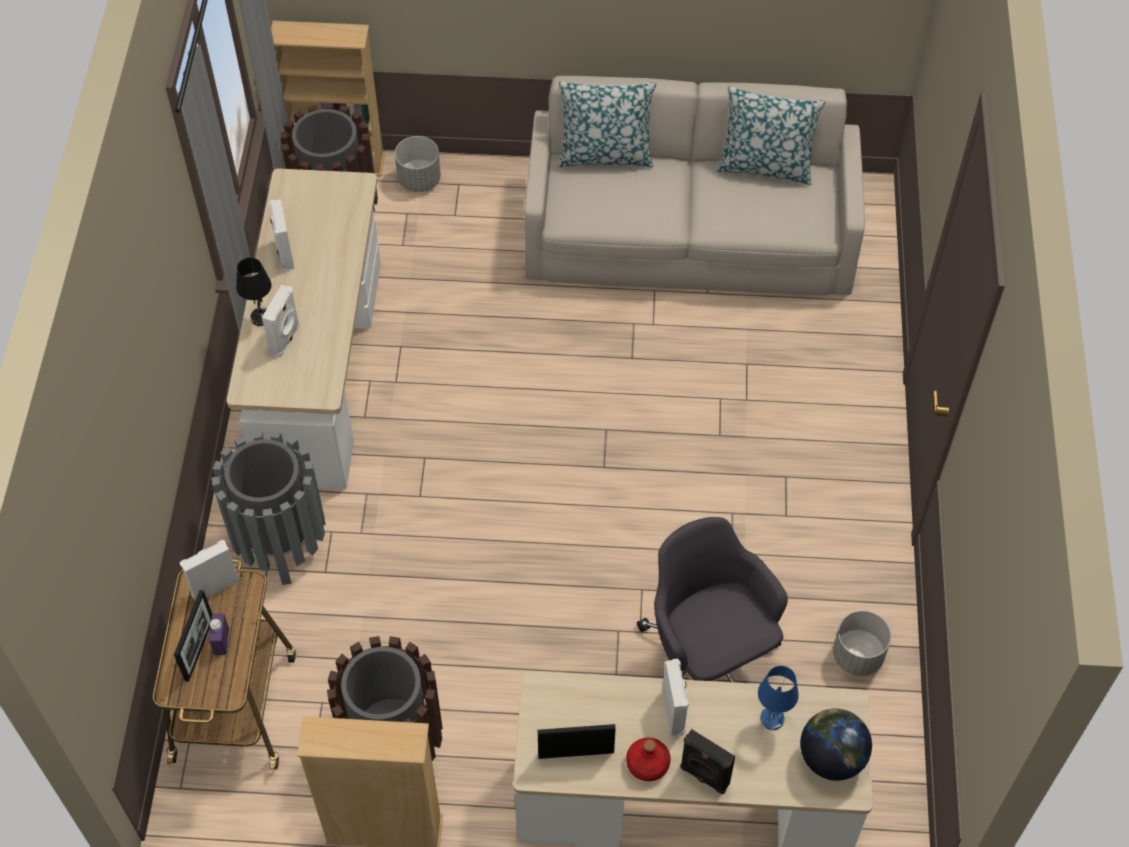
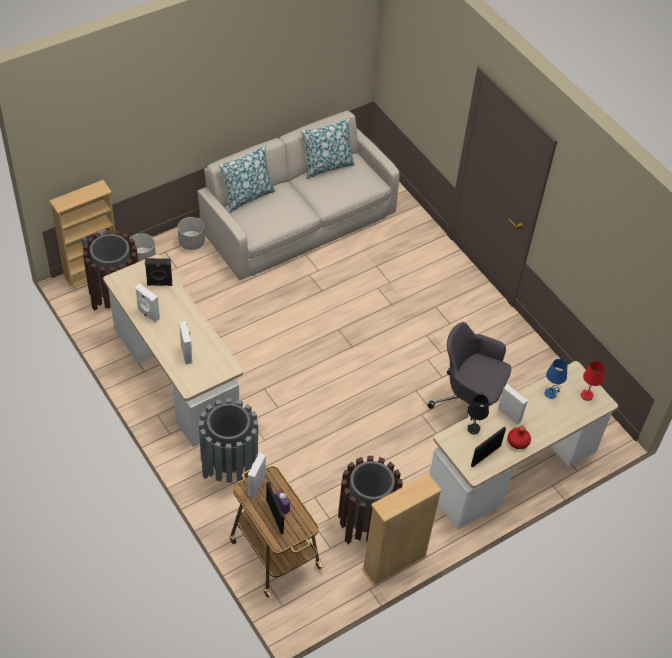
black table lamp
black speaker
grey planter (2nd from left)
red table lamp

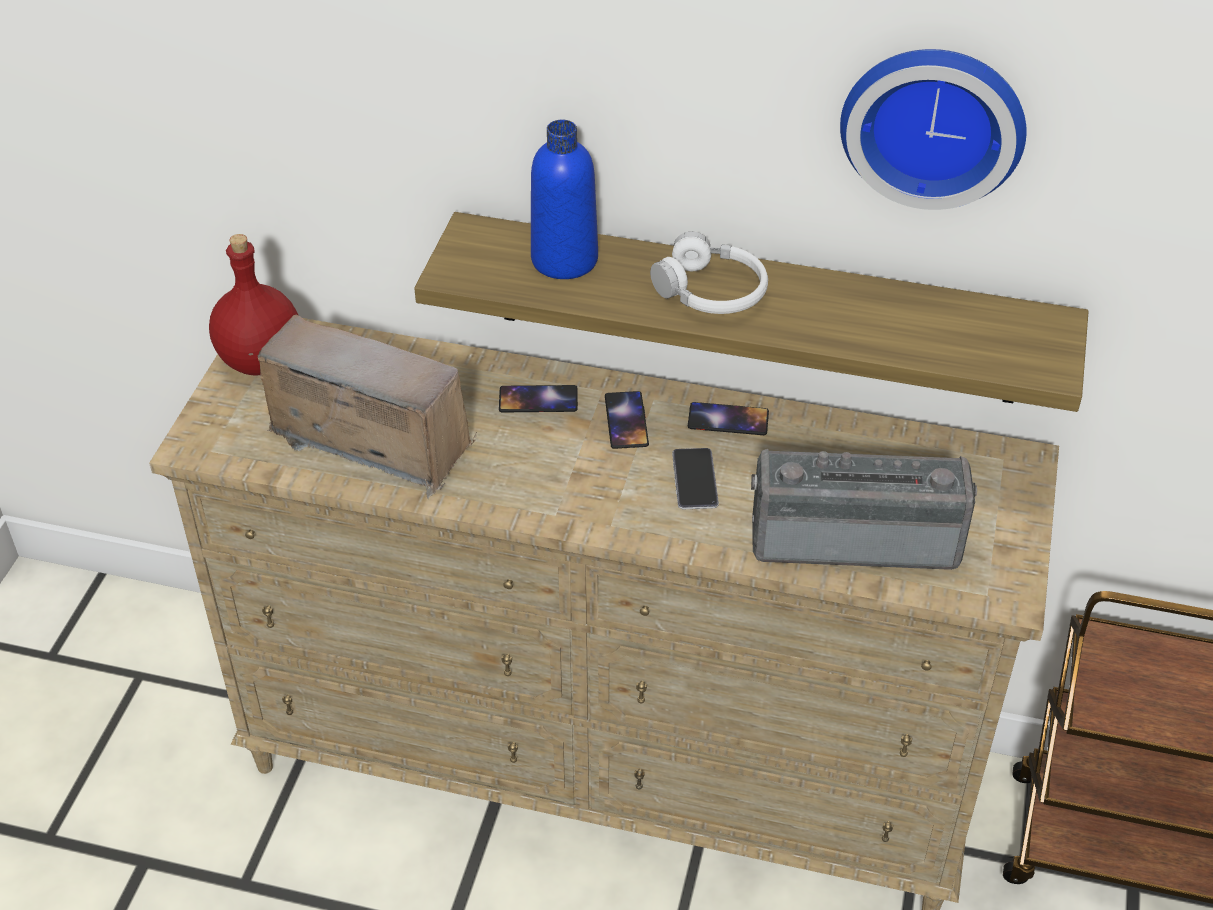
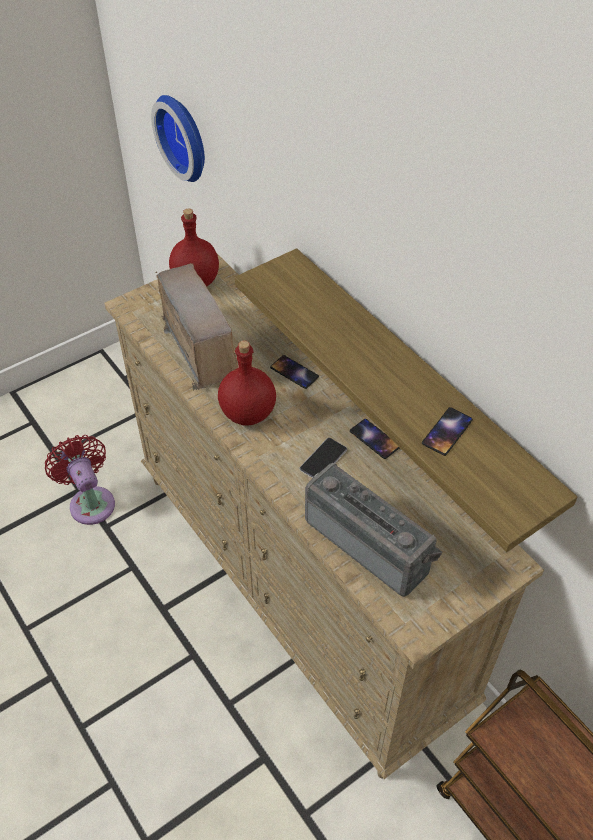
blue bottle
white headphones
red fan
red bottle (2nd from left)
phone (4th from left)
wall clock

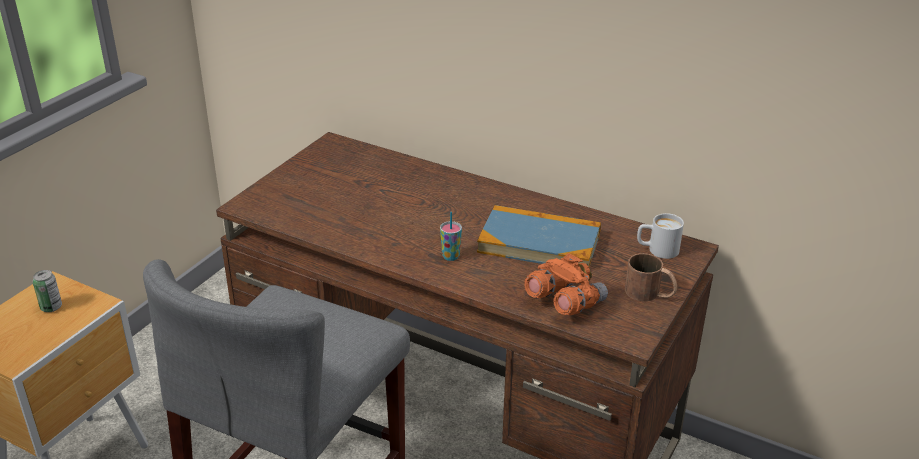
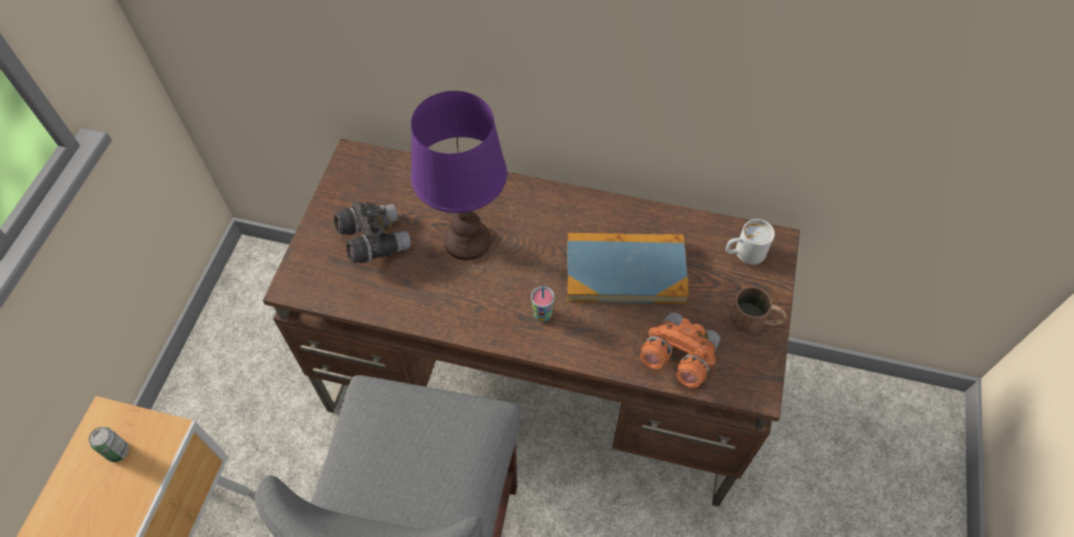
grey binoculars
purple table lamp

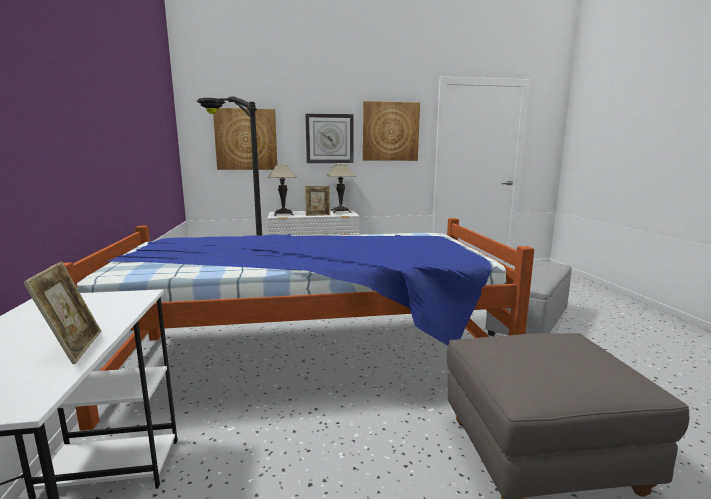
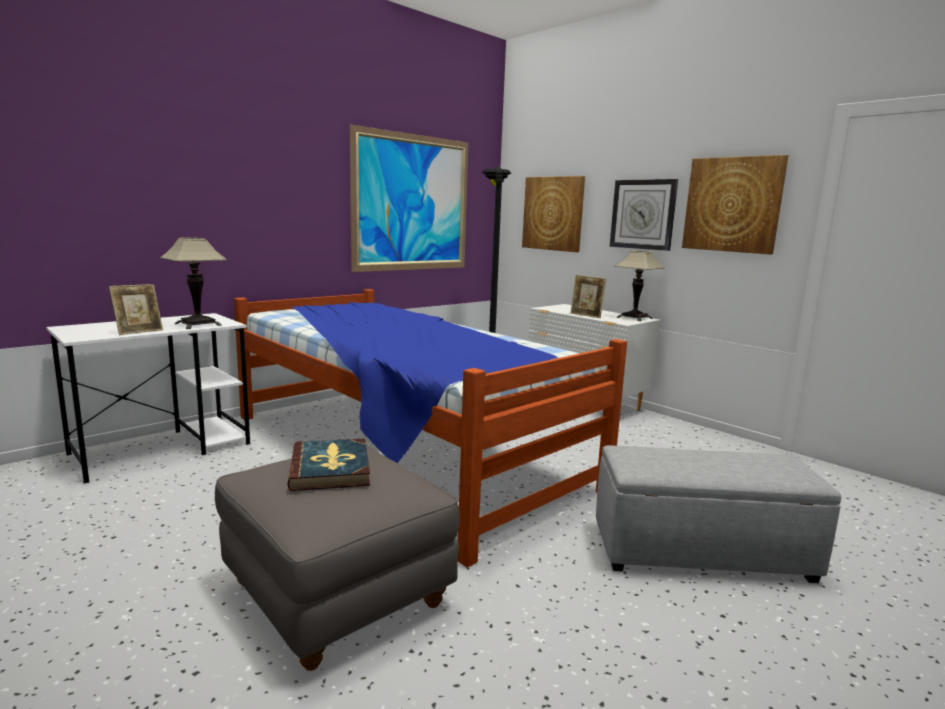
book
picture (1st from left)
table lamp (1st from left)

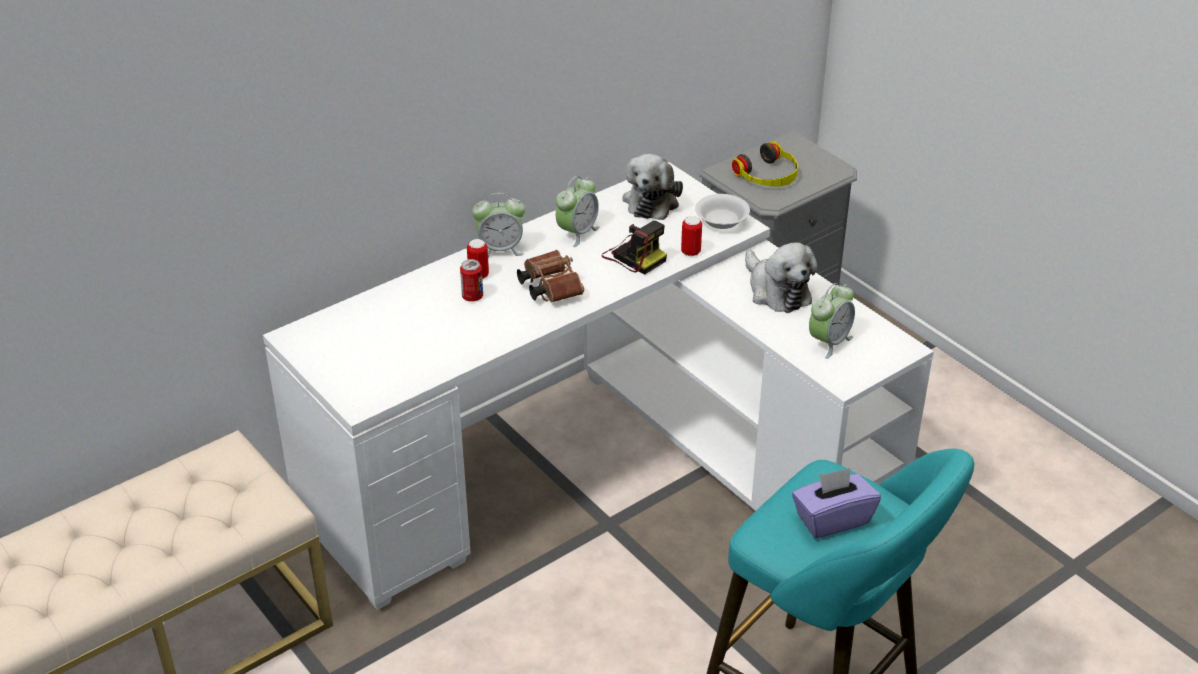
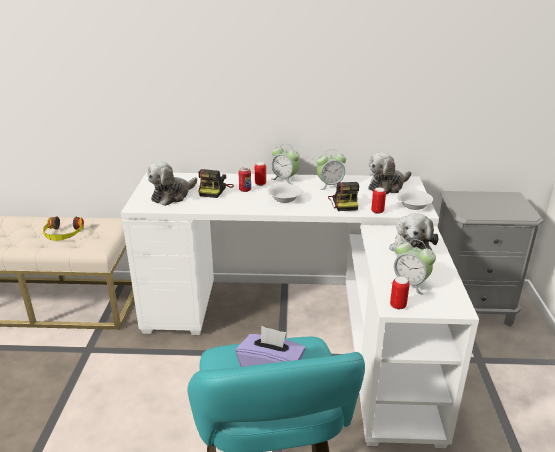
plush toy (1st from left)
photo camera (1st from left)
can (4th from left)
headphones
white bowl (1st from left)
alarm clock (3rd from left)

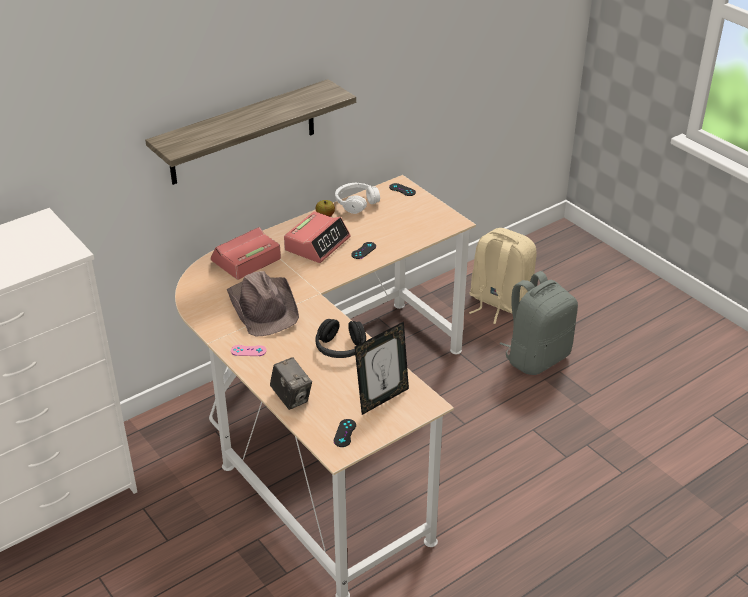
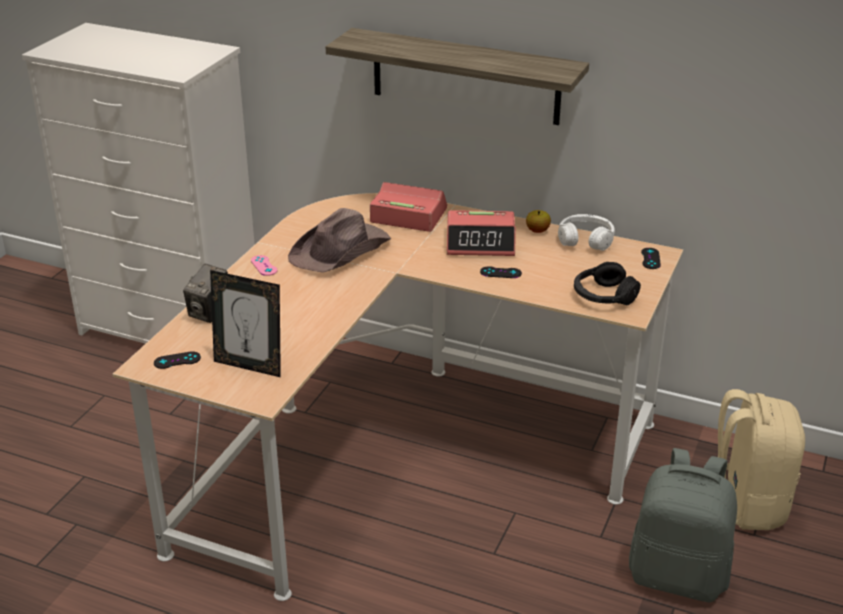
black headphones

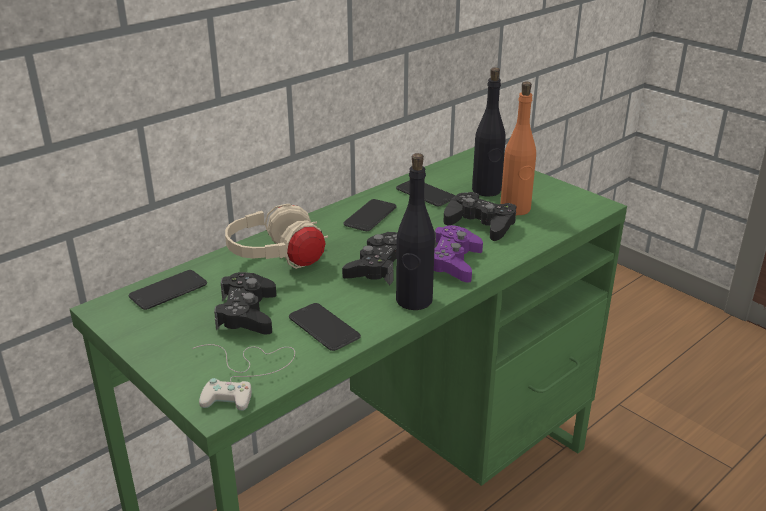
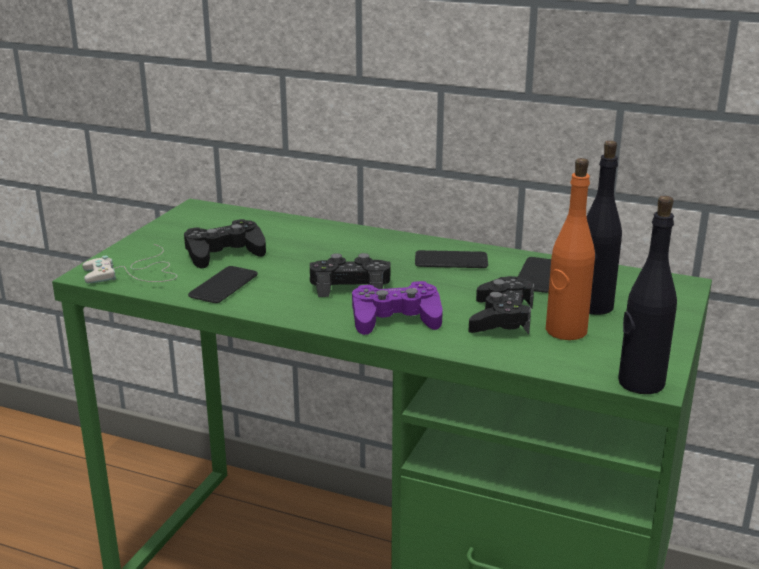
phone (1st from left in the first image)
beige headphones
black bottle (2nd from left)

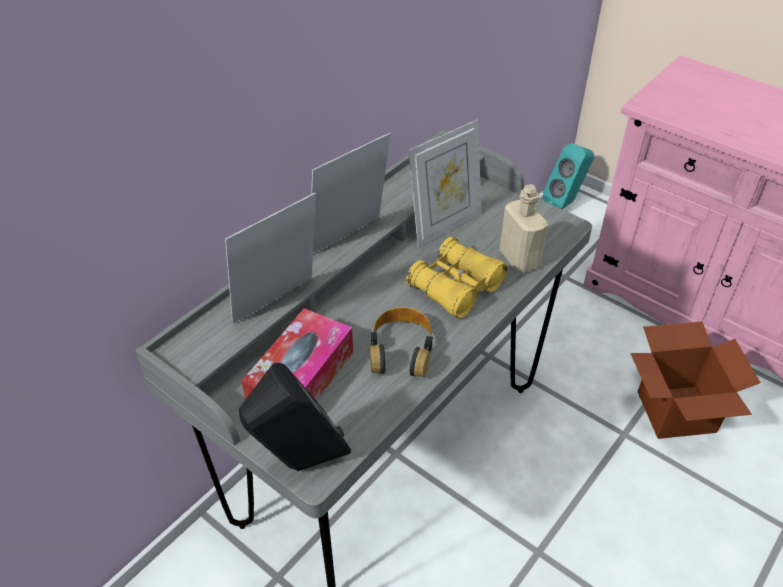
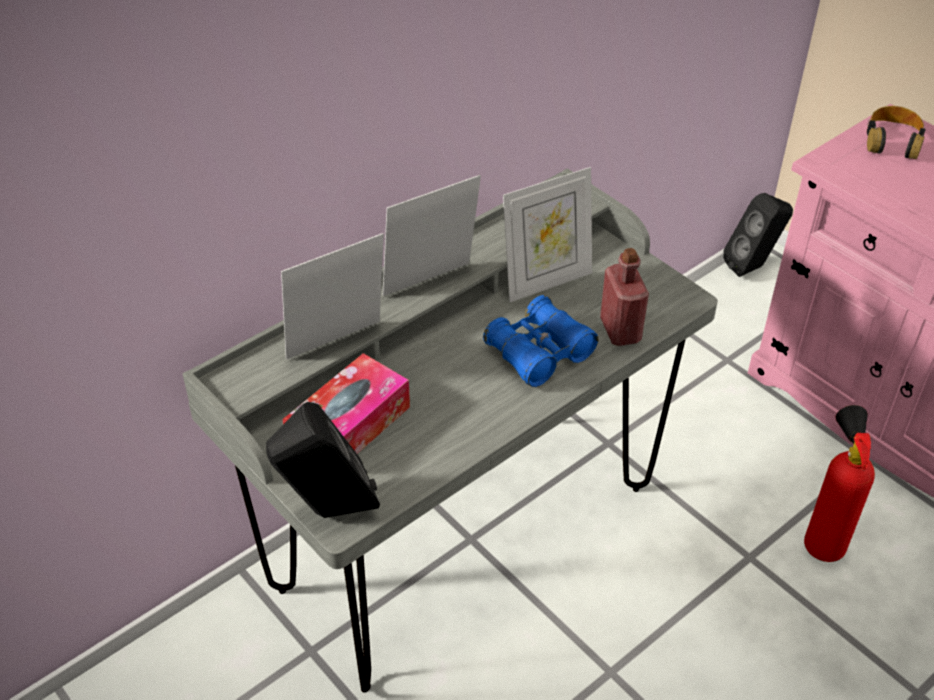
headphones
fire extinguisher
blue binoculars
red bottle
black speaker (2nd from left)

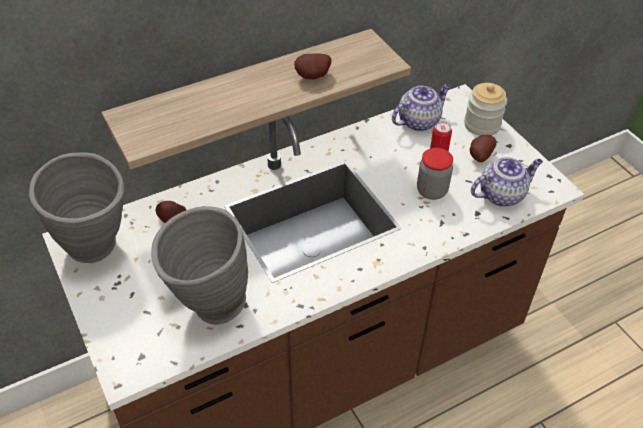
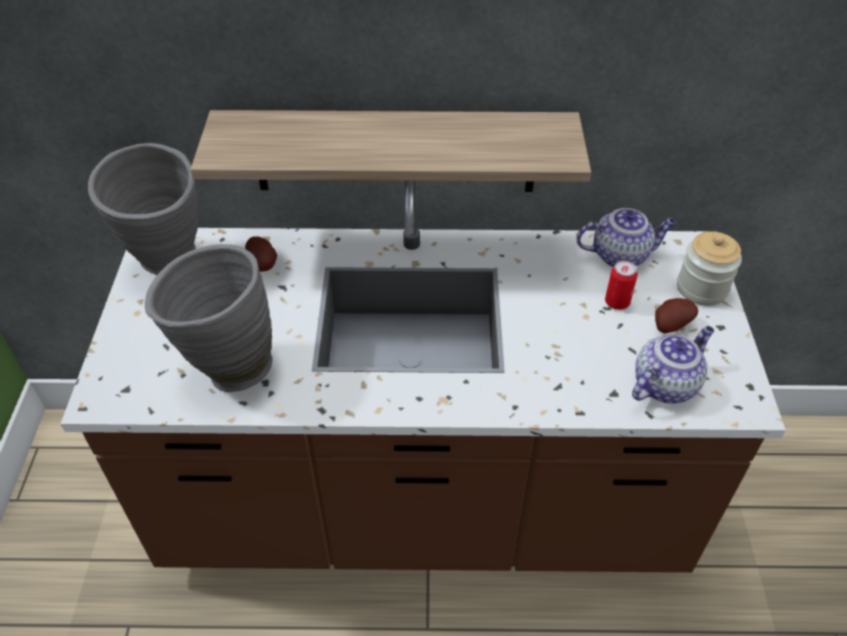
potato (2nd from left in the first image)
jar (1st from left in the first image)
teapot (2nd from left)

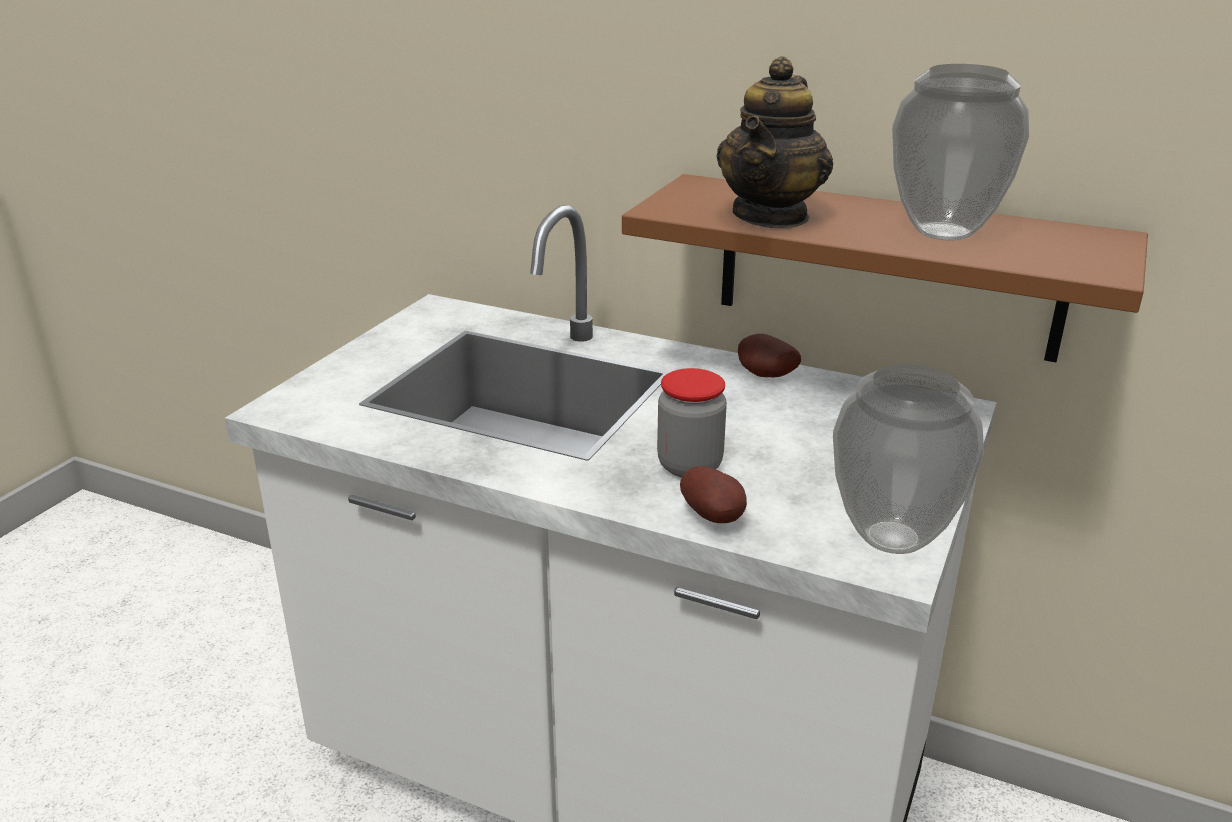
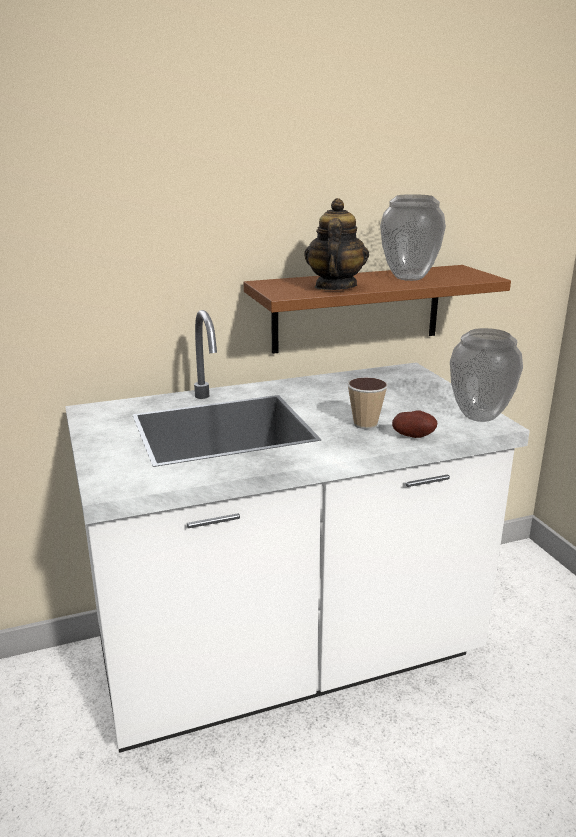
potato (2nd from left in the first image)
cup
teapot

